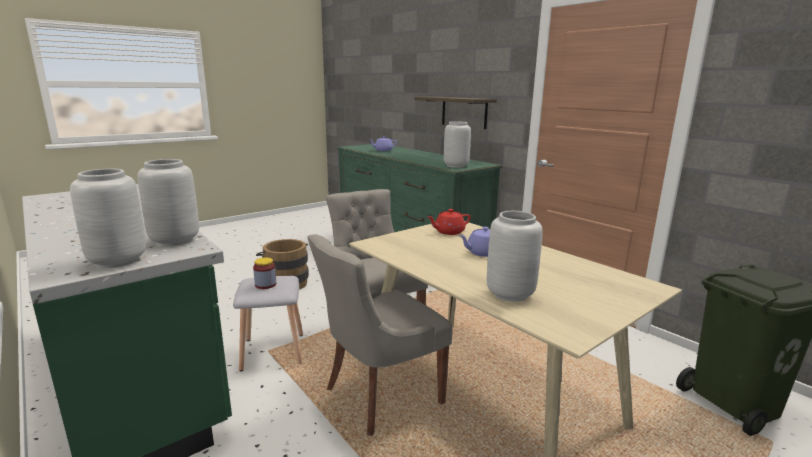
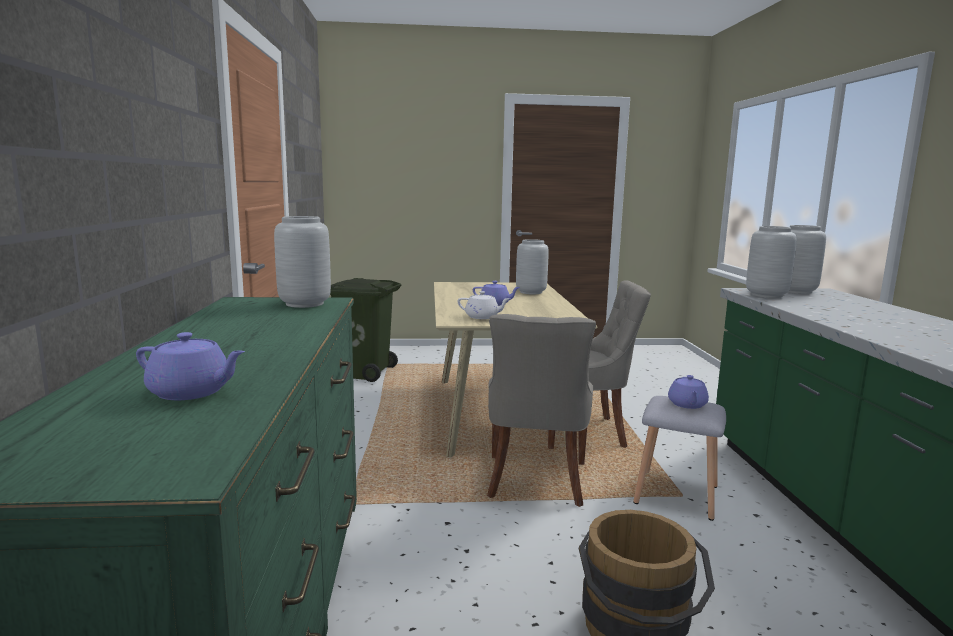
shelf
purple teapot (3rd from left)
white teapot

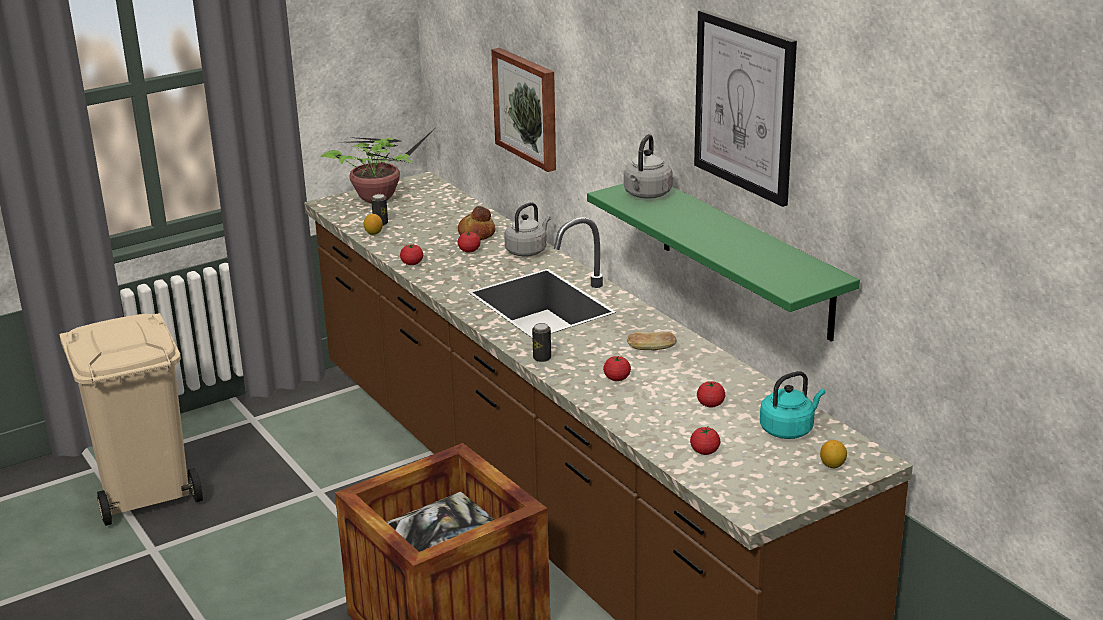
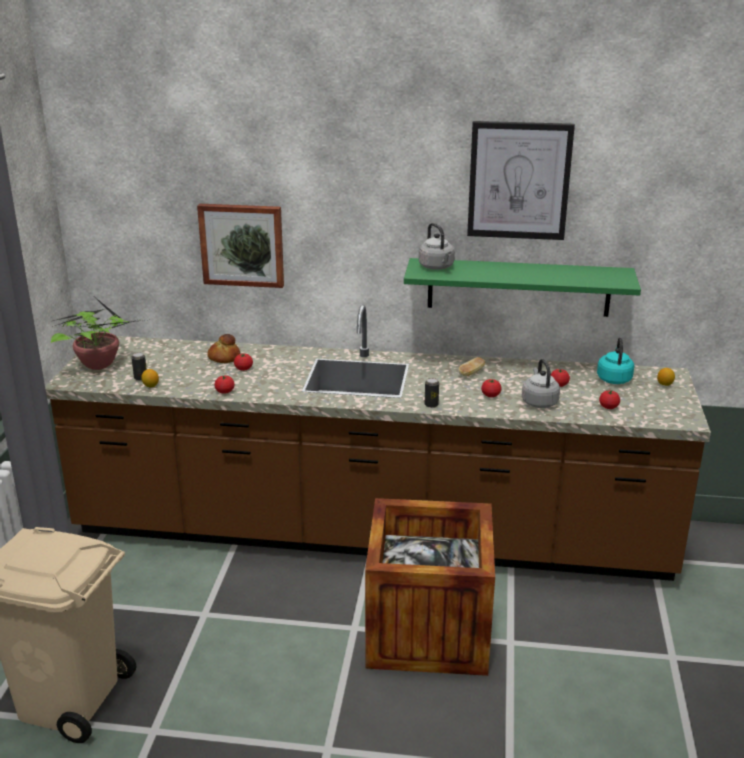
grey kettle (2nd from left)

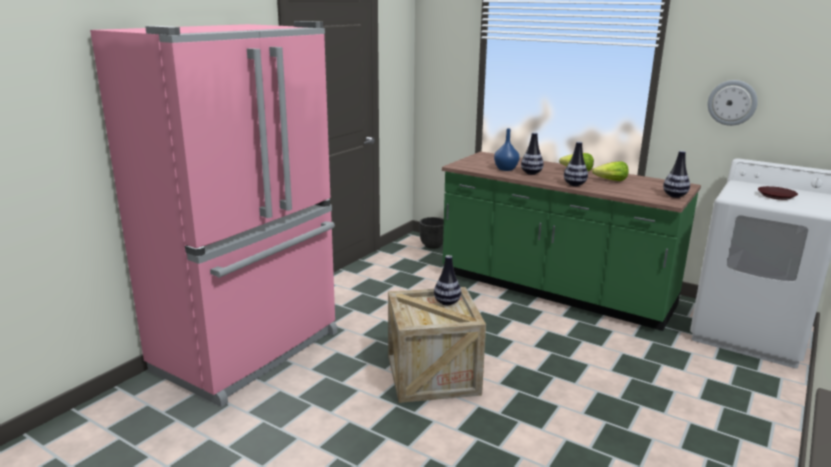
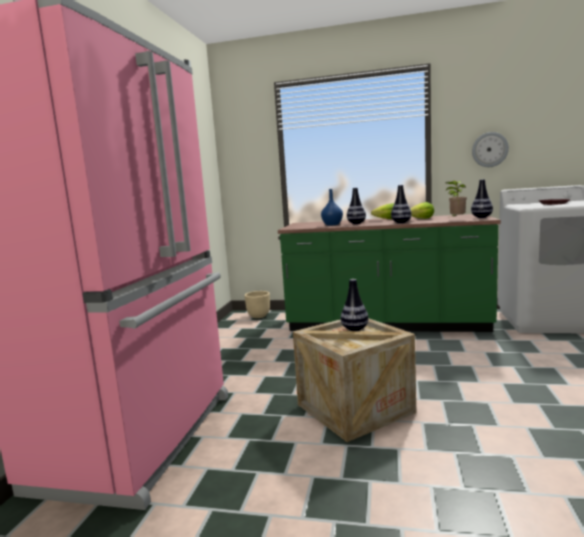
potted plant
beige planter

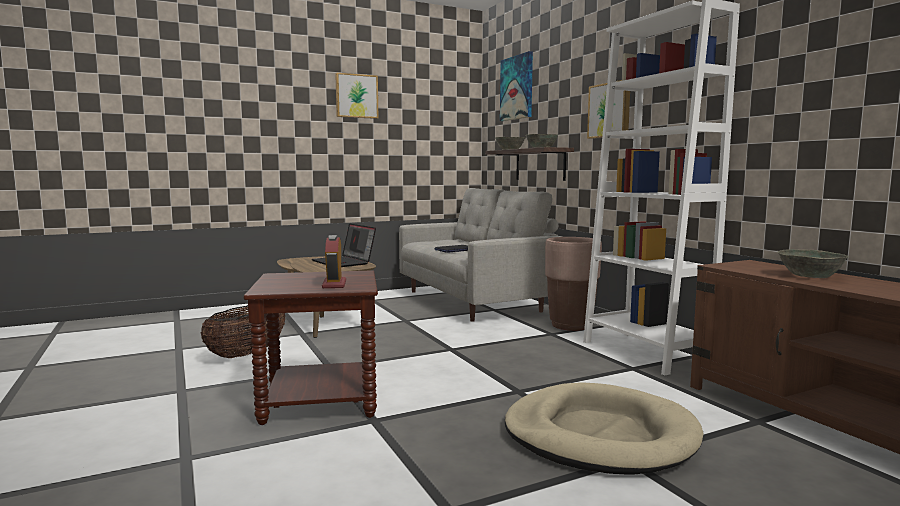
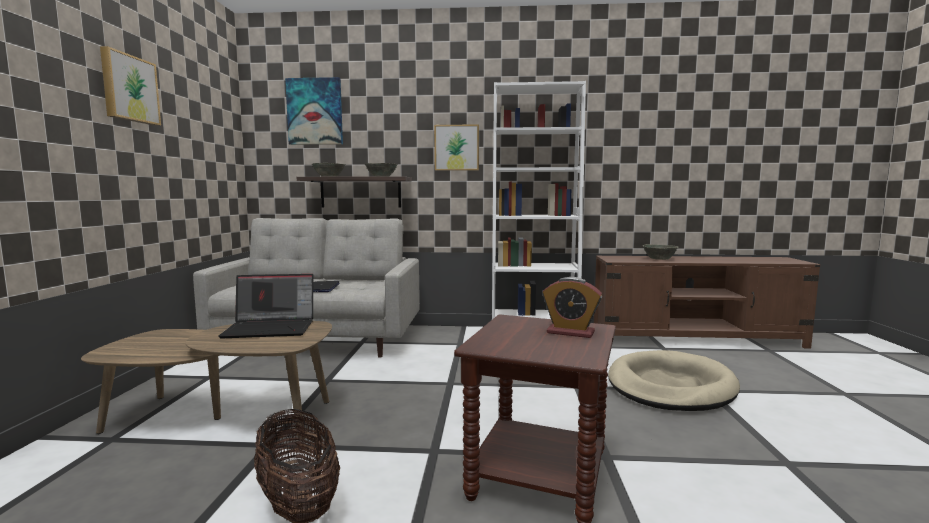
brown planter

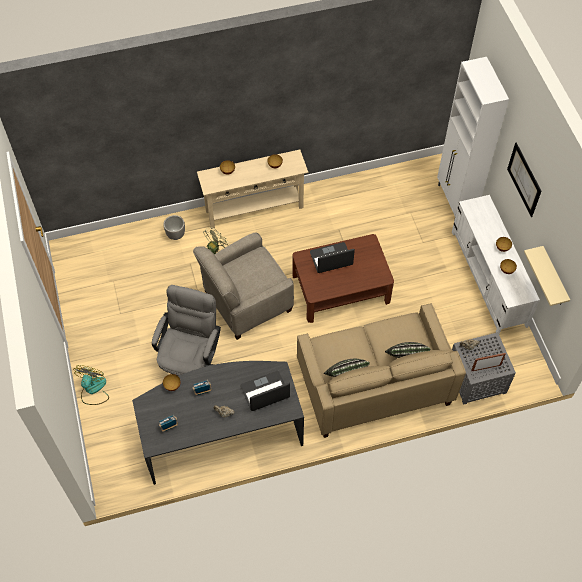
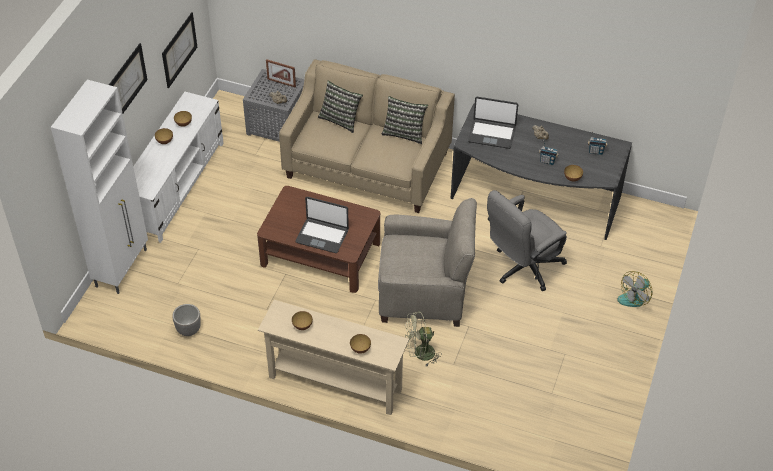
planter
picture (2nd from left)

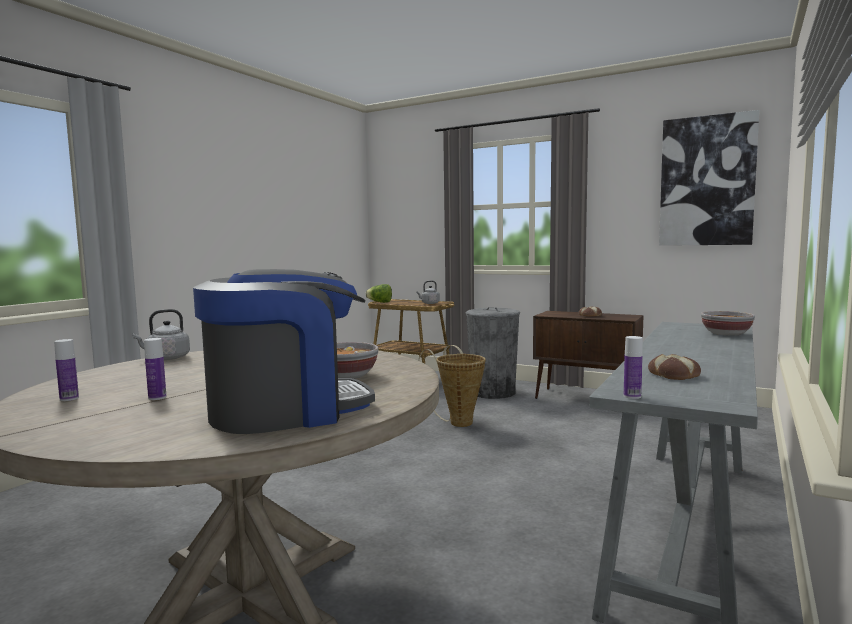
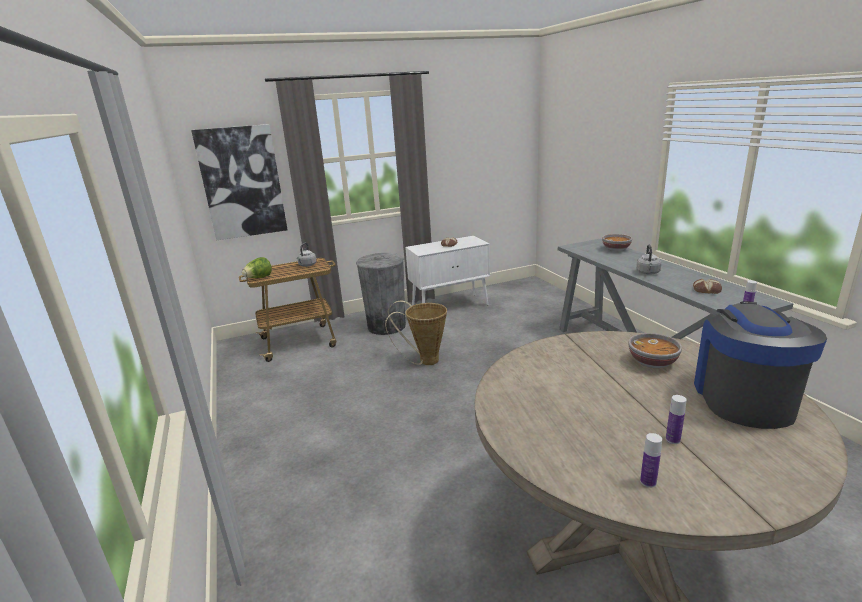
grey kettle (2nd from left)
picture
white cabinet

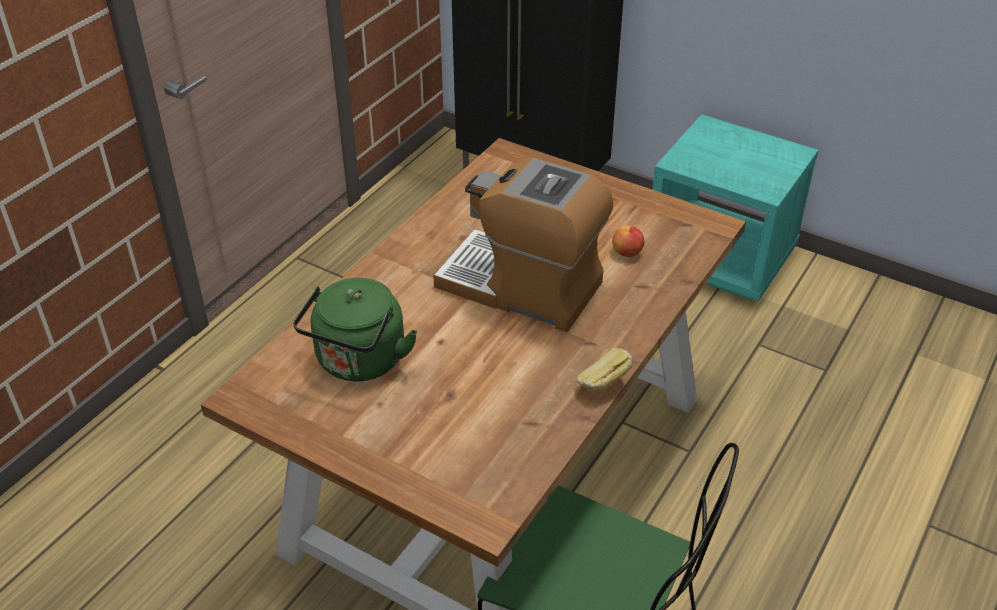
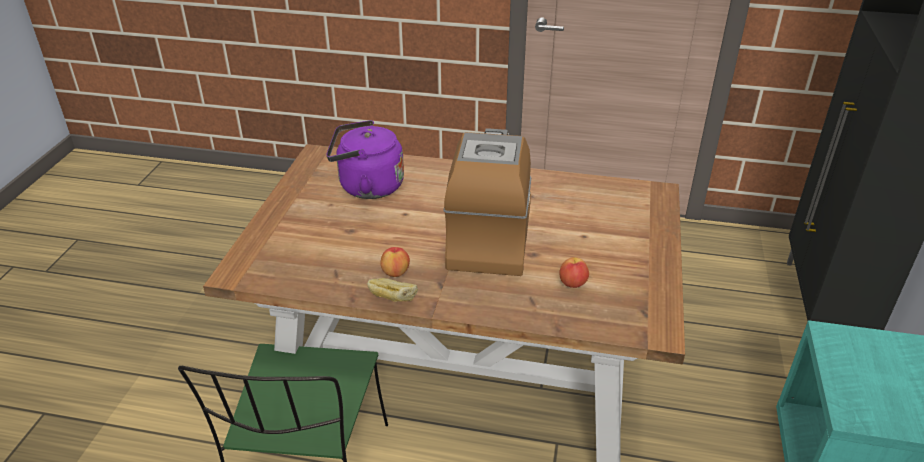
apple (1st from left)
purple kettle

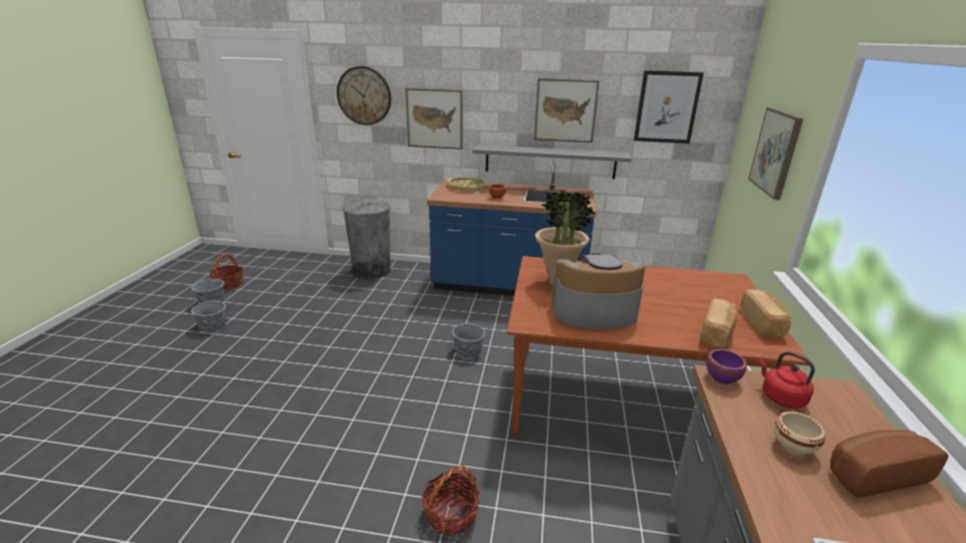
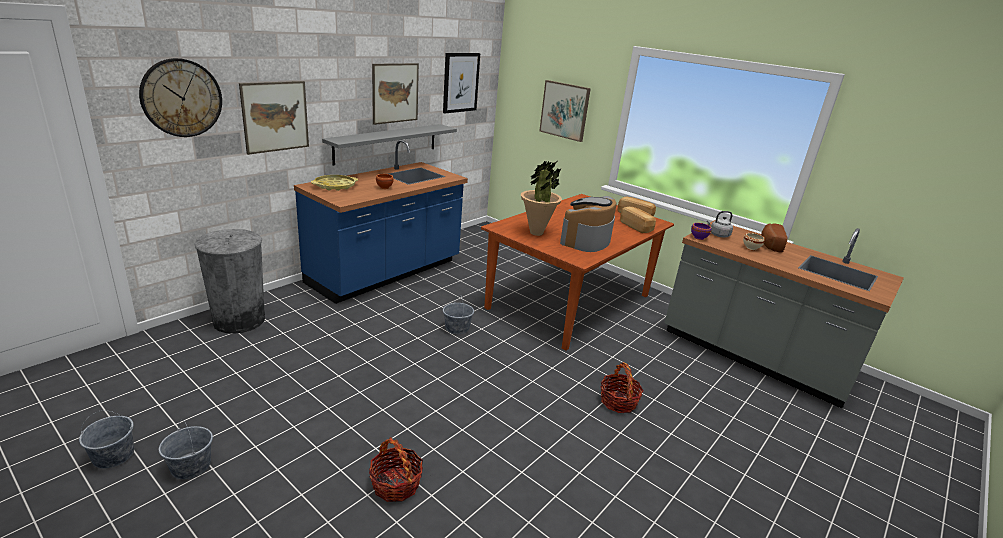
basket (1st from left)
grey kettle

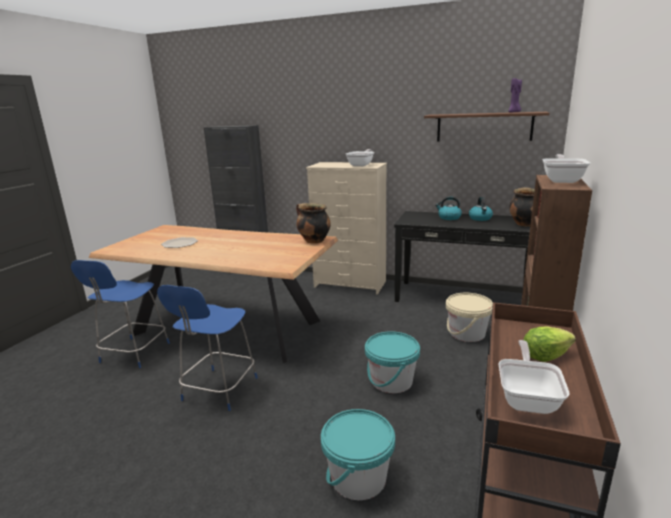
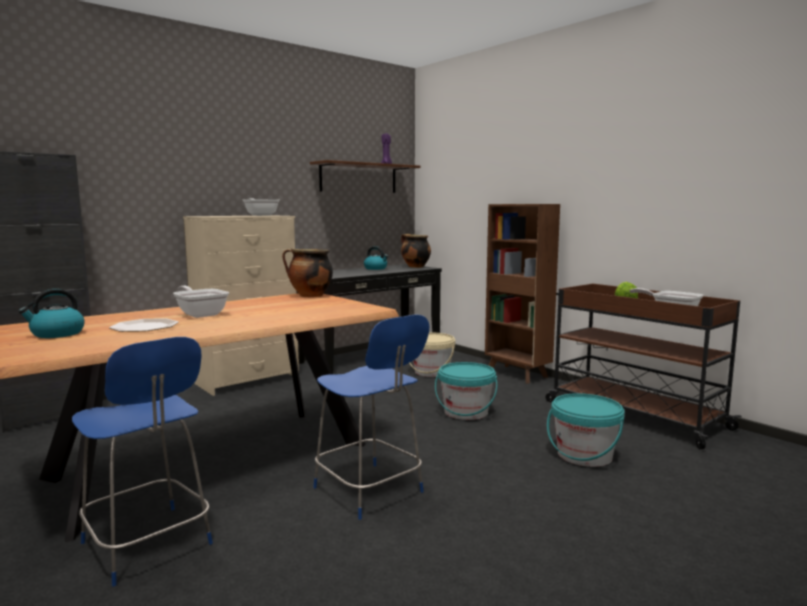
kettle (1st from left)
frying pan (1st from left)

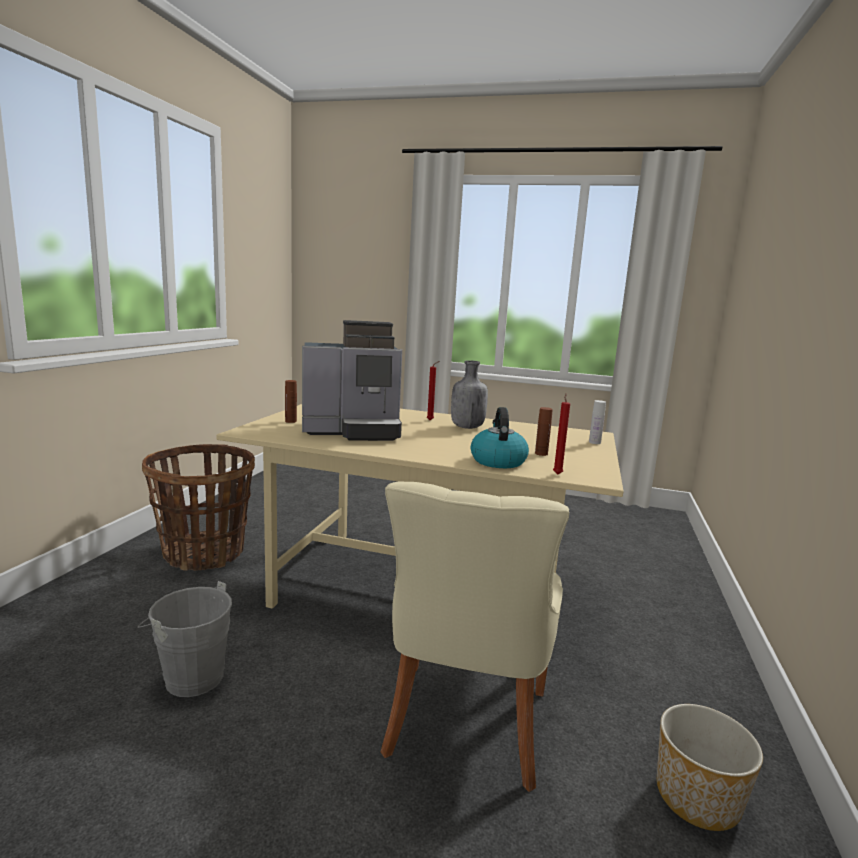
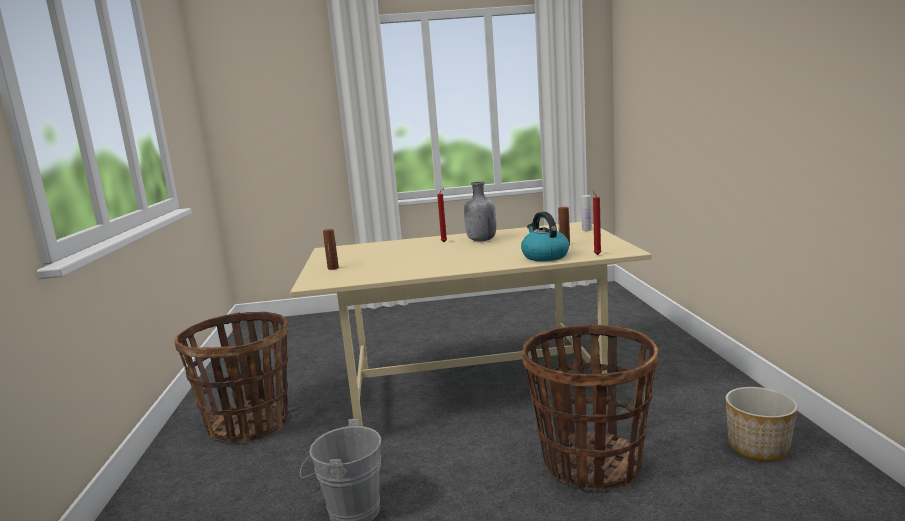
coffee machine
basket (2nd from left)

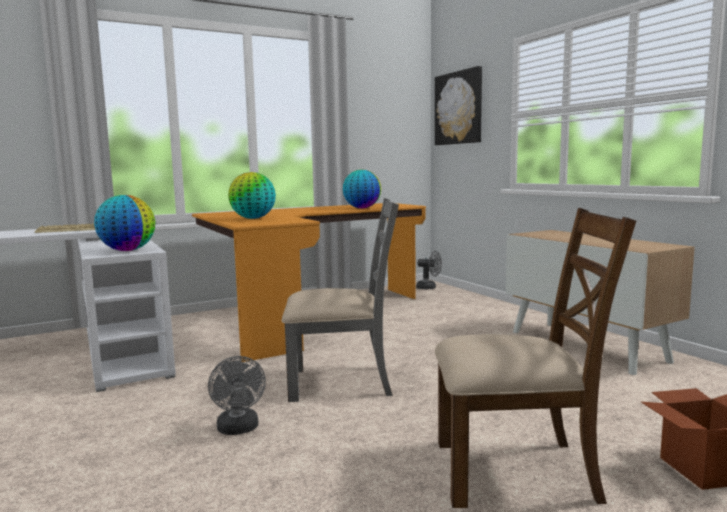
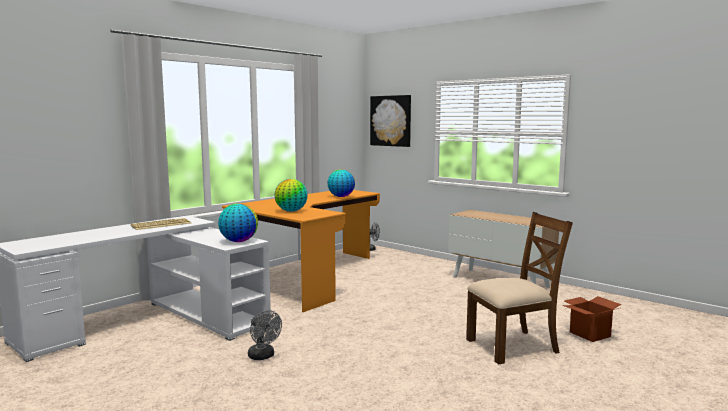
grey chair
grey fan (1st from left)

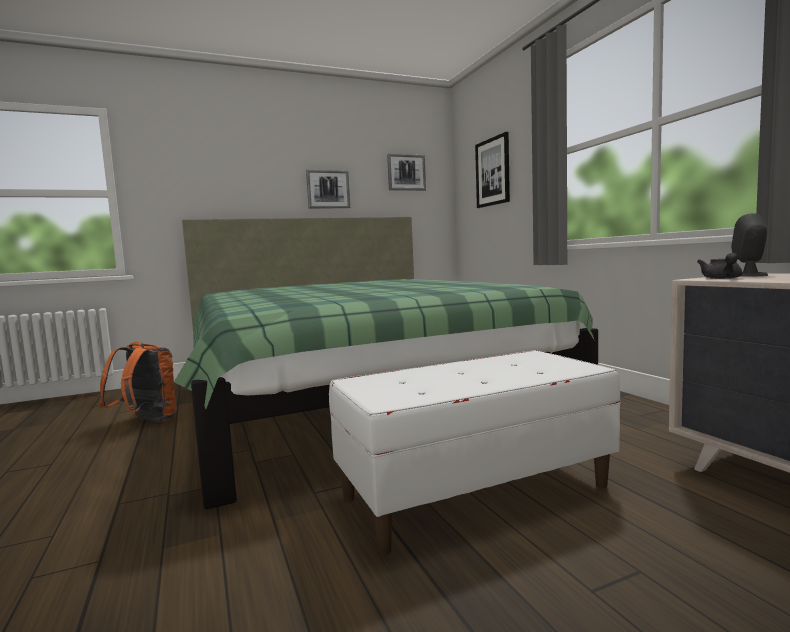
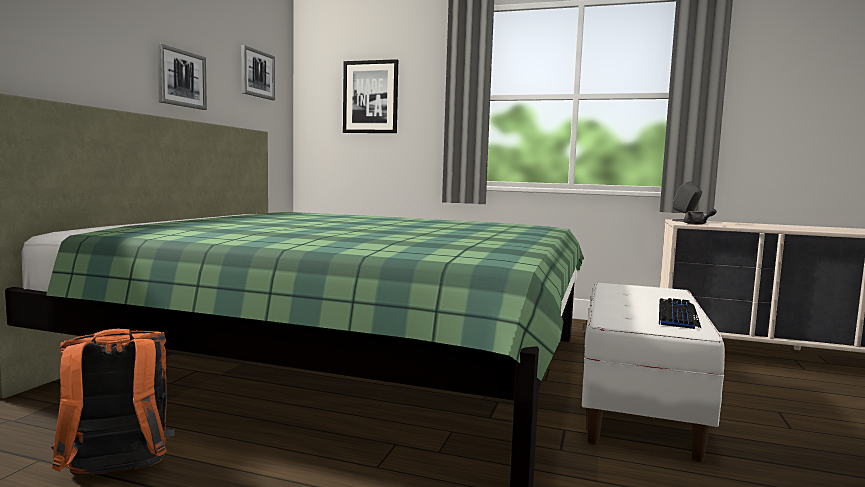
keyboard

